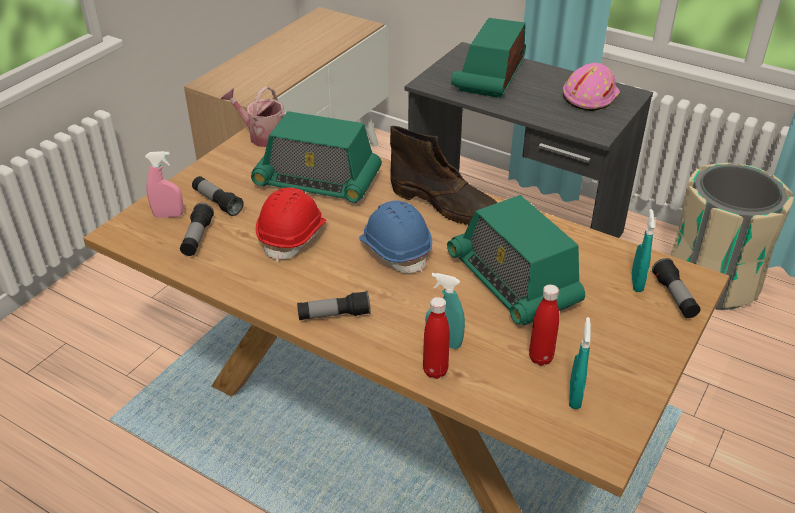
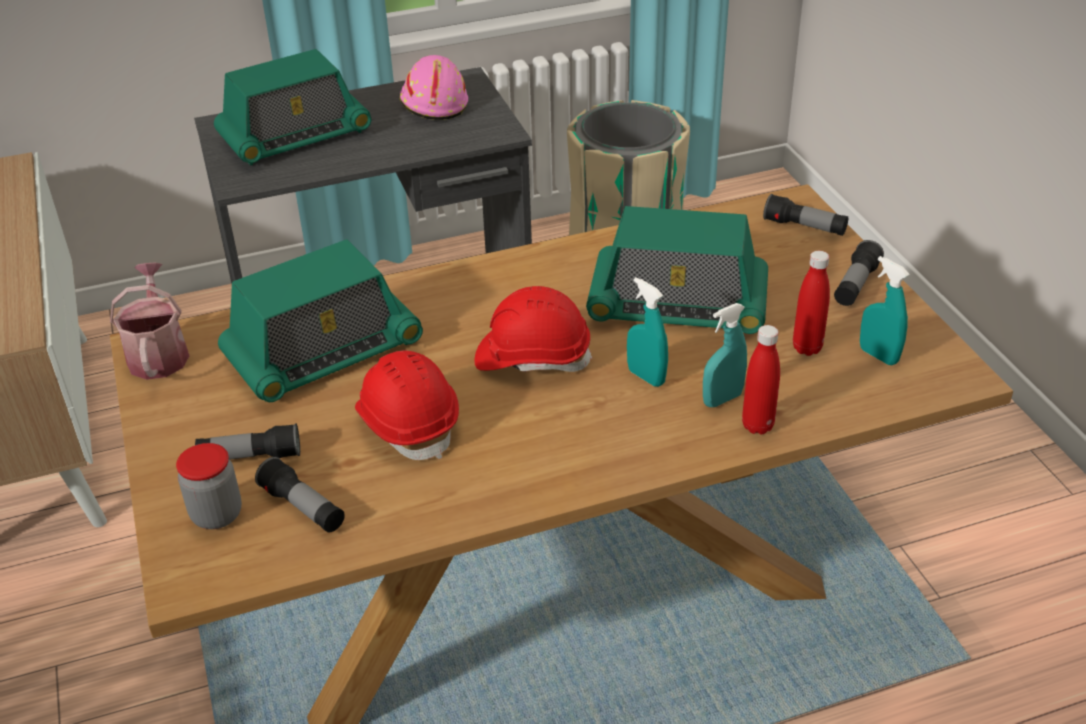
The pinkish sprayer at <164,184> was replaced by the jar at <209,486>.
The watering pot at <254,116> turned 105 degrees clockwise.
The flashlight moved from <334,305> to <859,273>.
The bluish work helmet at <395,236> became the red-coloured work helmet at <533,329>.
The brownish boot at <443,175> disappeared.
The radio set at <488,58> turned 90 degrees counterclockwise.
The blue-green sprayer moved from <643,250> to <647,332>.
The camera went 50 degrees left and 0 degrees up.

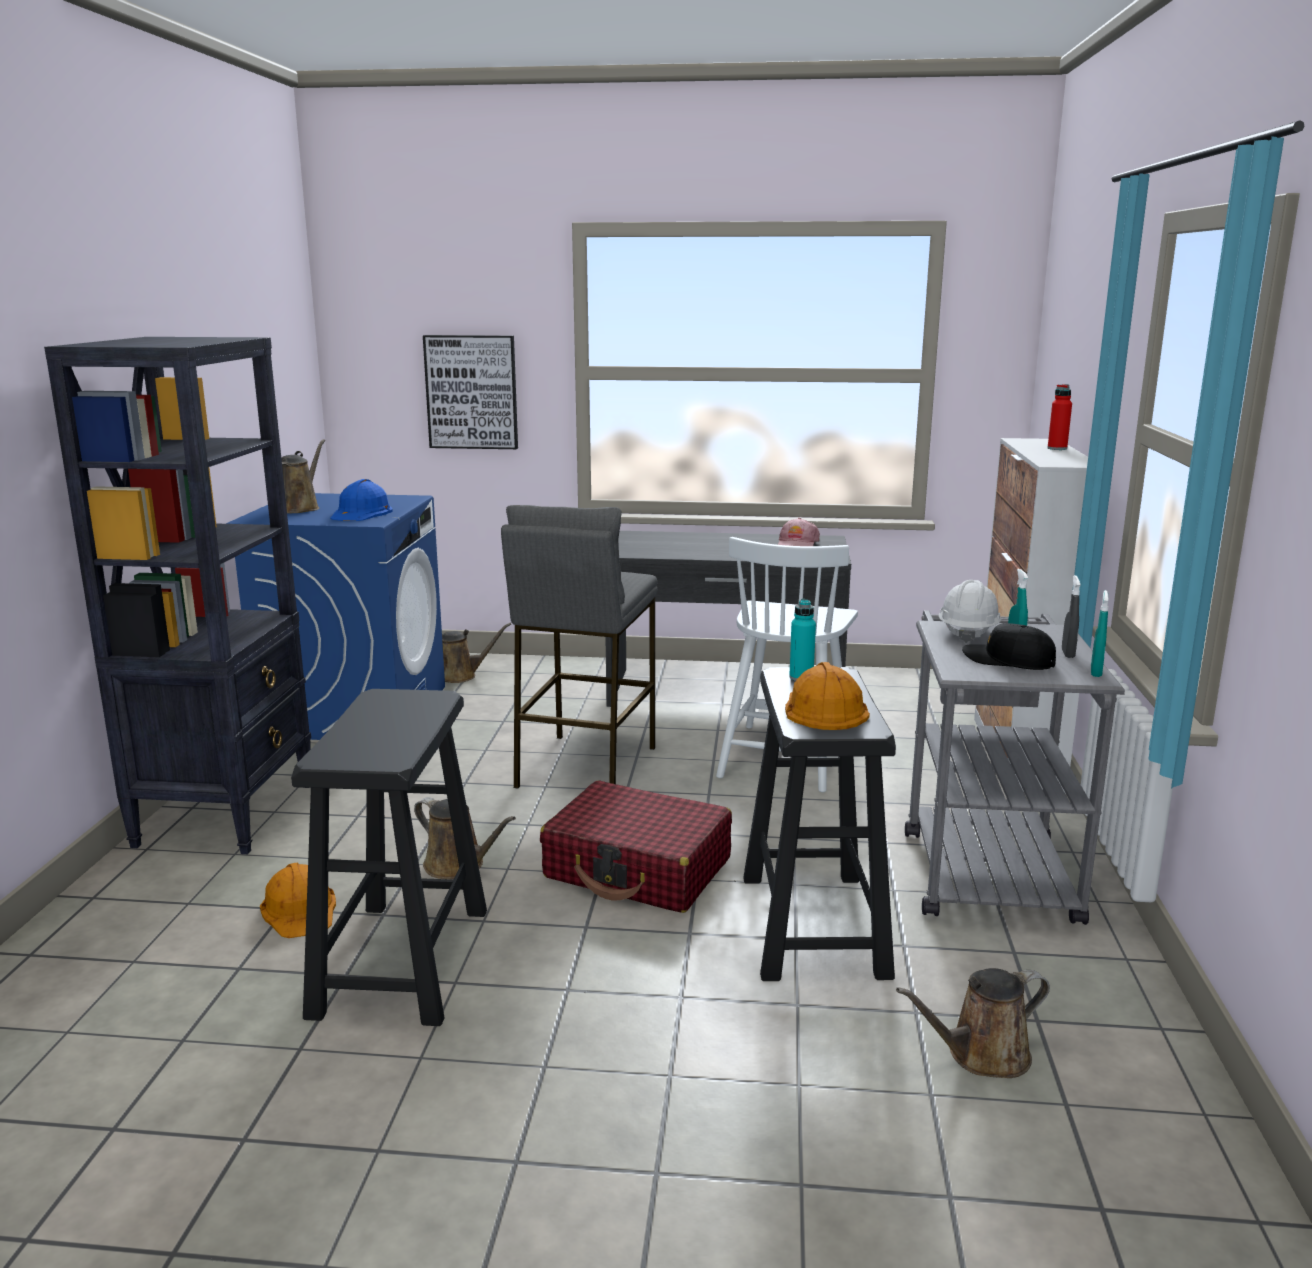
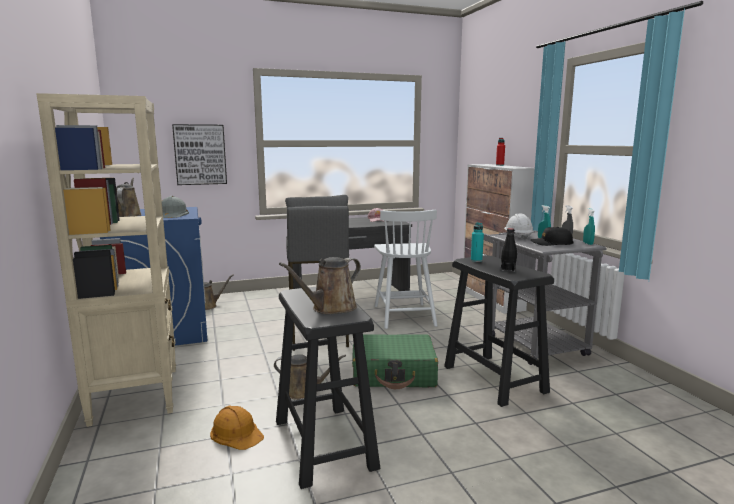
The black-coloured shelving unit at <177,595> became the sand-coloured shelving unit at <106,260>.
The bluish work helmet at <361,500> became the grey work helmet at <175,207>.
The red-coloured piece of luggage at <636,847> became the greenish piece of luggage at <395,361>.
The orangey work helmet at <827,696> was replaced by the black-coloured drink bottle at <509,250>.
The brownish watering pot moved from <973,1023> to <320,285>.
The camera went 25 degrees left and 5 degrees down.

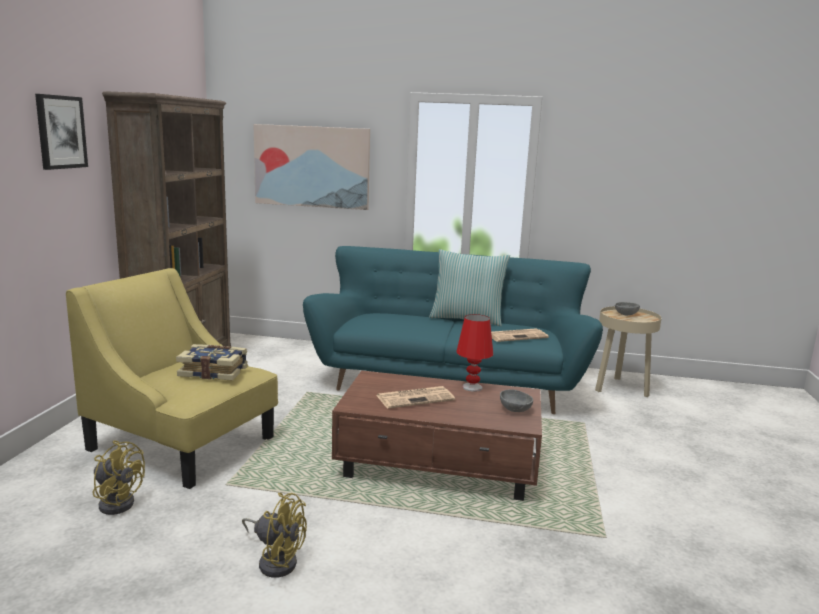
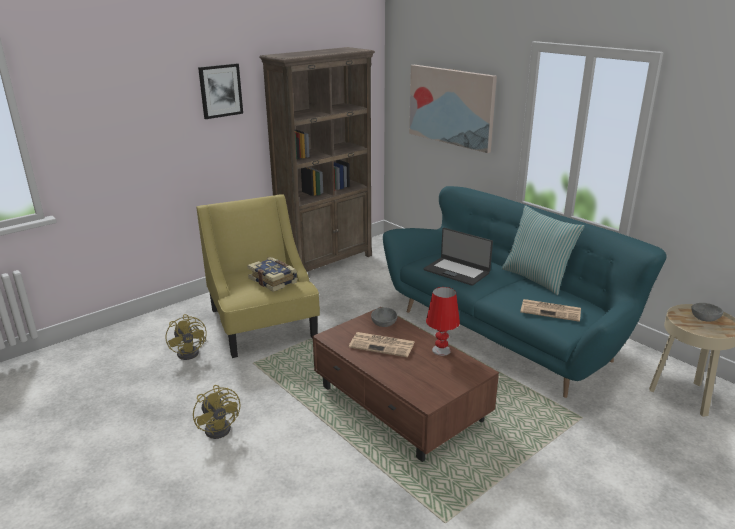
The grey deep dish moved from <516,400> to <384,317>.
The notebook computer at <458,257> appeared.
The camera went 40 degrees right and 10 degrees up.

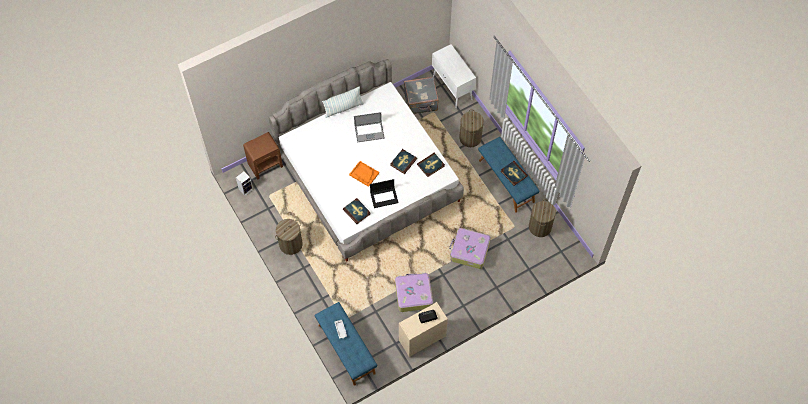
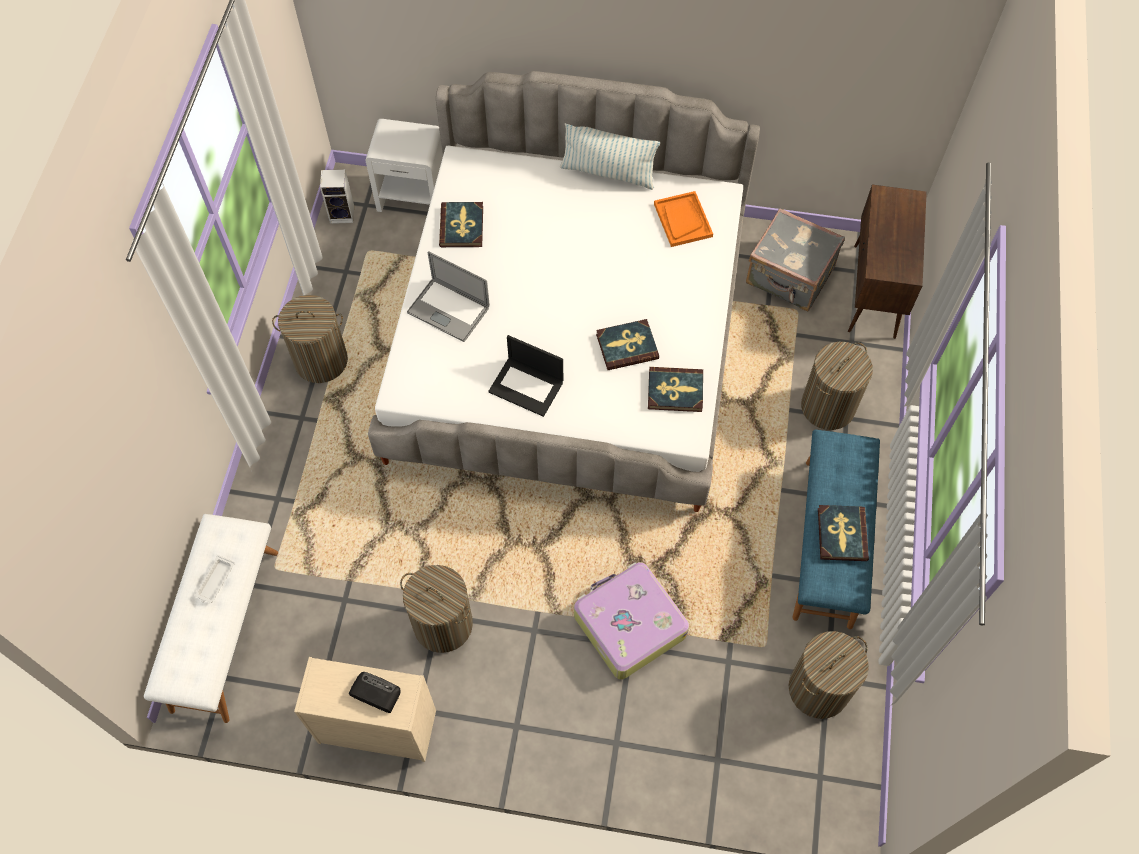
The brownish nightstand at <263,156> became the whitish nightstand at <404,165>.
The bluish long seat at <346,344> became the whitish long seat at <211,618>.
The bound book moved from <357,211> to <461,224>.
The orangey tray moved from <364,174> to <683,219>.
The notebook computer moved from <369,127> to <448,296>.
The piece of luggage at <414,292> was replaced by the washing basket at <436,609>.
The whitish cupboard at <454,76> became the brownish cupboard at <887,262>.
The camera went 40 degrees right and 0 degrees up.

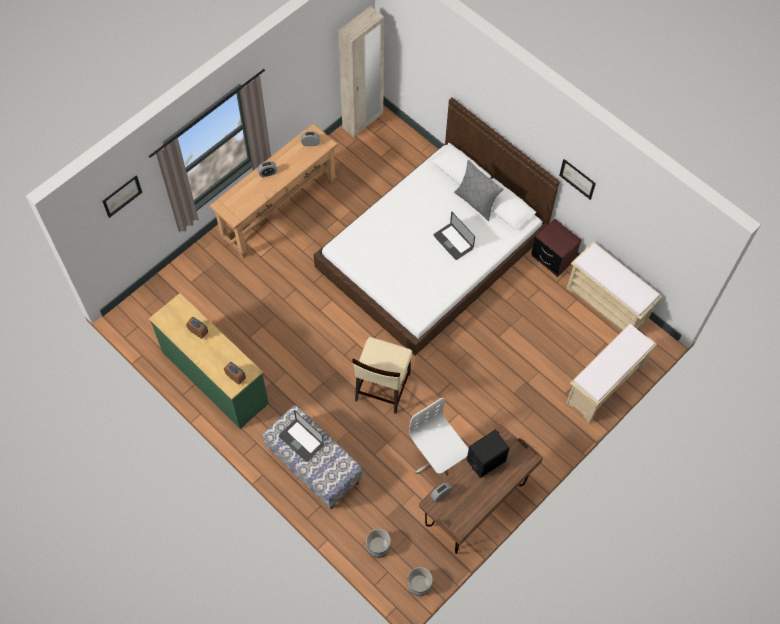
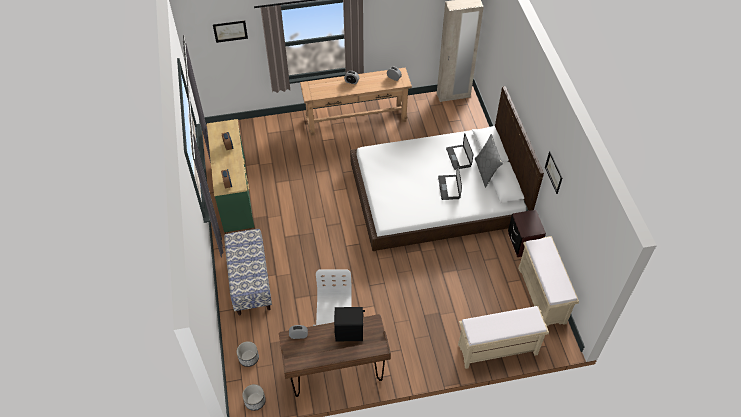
The notebook computer moved from <301,436> to <459,151>.
The sand-coloured plain chair at <382,375> disappeared.
The camera went 35 degrees right and 10 degrees down.

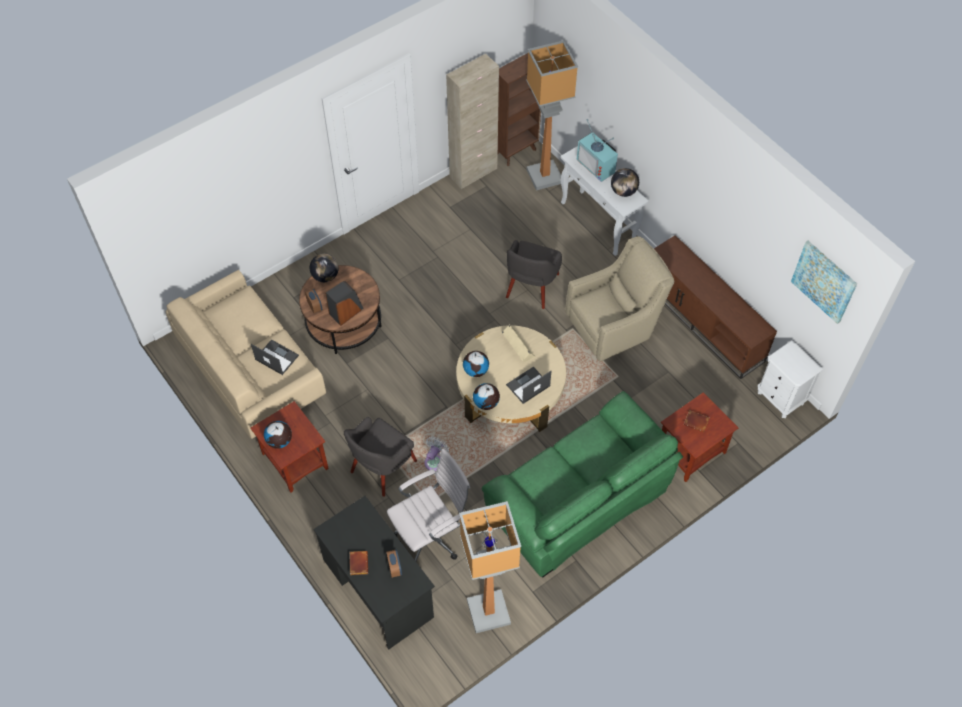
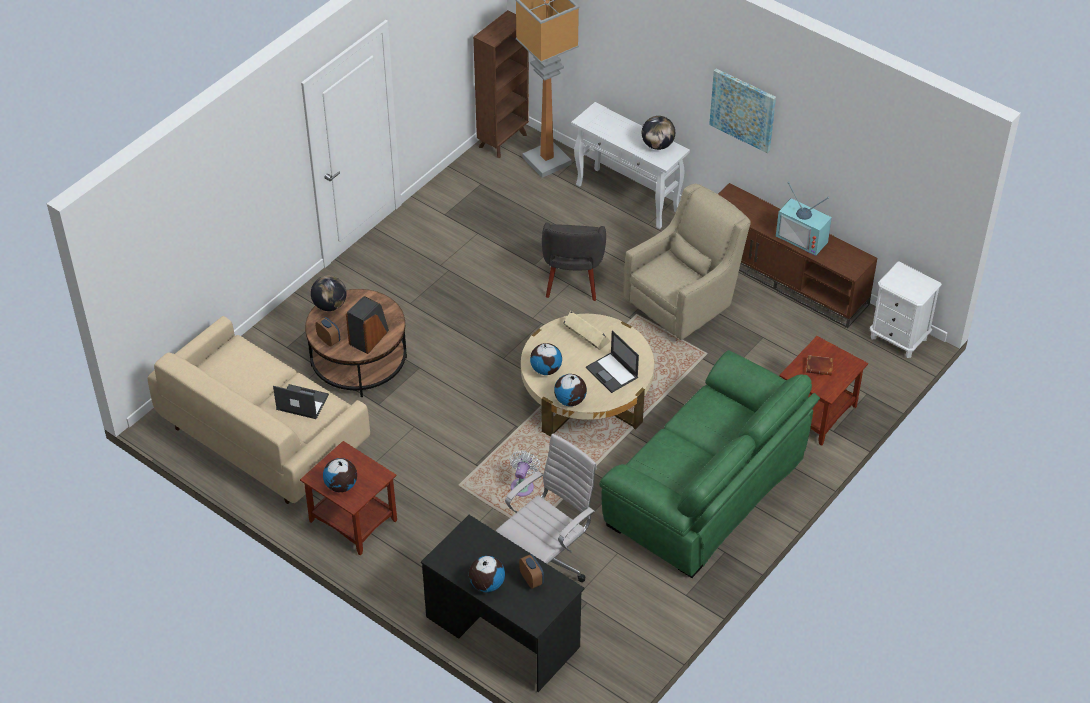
The grey armchair at <380,457> disappeared.
The brownish bound book at <359,563> was replaced by the world globe at <487,574>.
The sand-coloured cupboard at <472,121> disappeared.
The standard lamp at <490,567> disappeared.
The notebook computer at <529,385> turned 75 degrees counterclockwise.
The television moved from <597,150> to <804,219>.
The wall picture moved from <824,282> to <742,110>.
The camera went 15 degrees left and 10 degrees down.

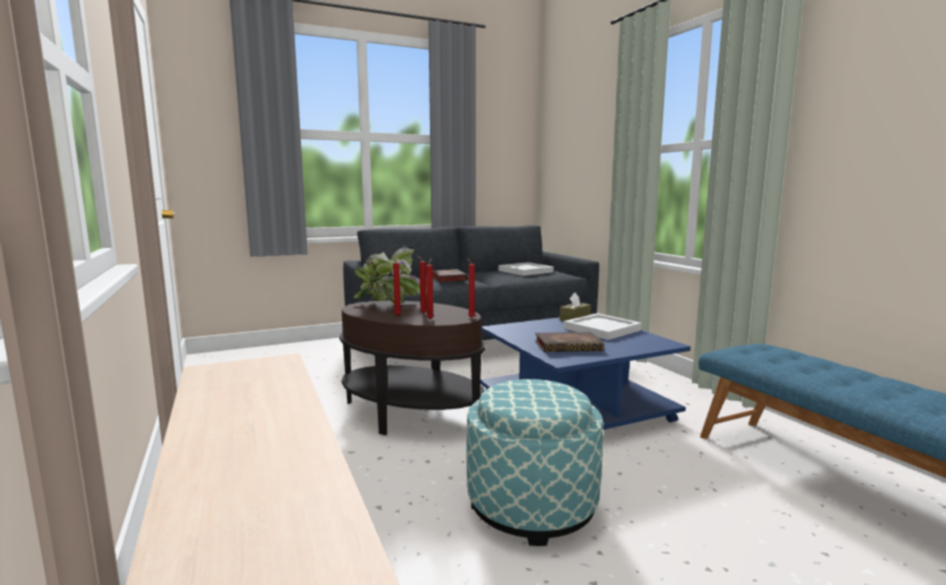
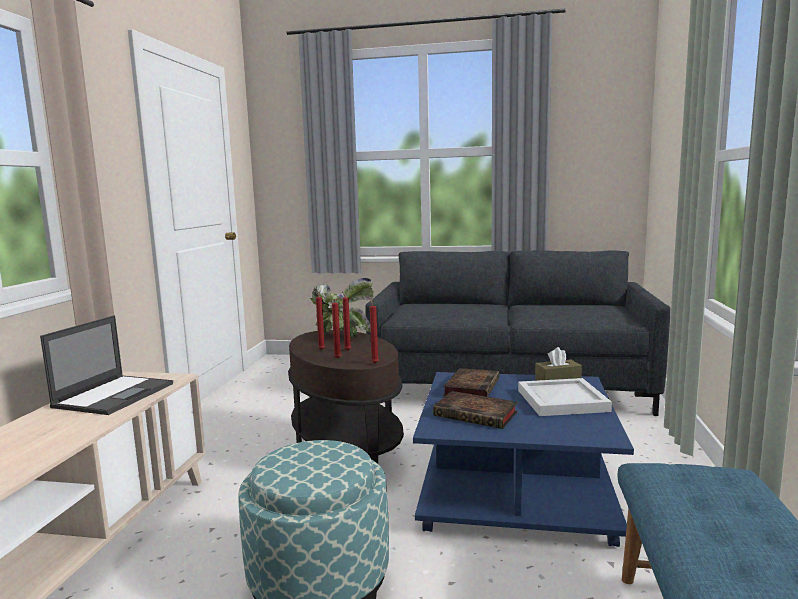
The bound book moved from <450,275> to <471,382>.
The whitish tray at <526,269> disappeared.
The notebook computer at <106,365> appeared.
The camera went 35 degrees right and 0 degrees up.

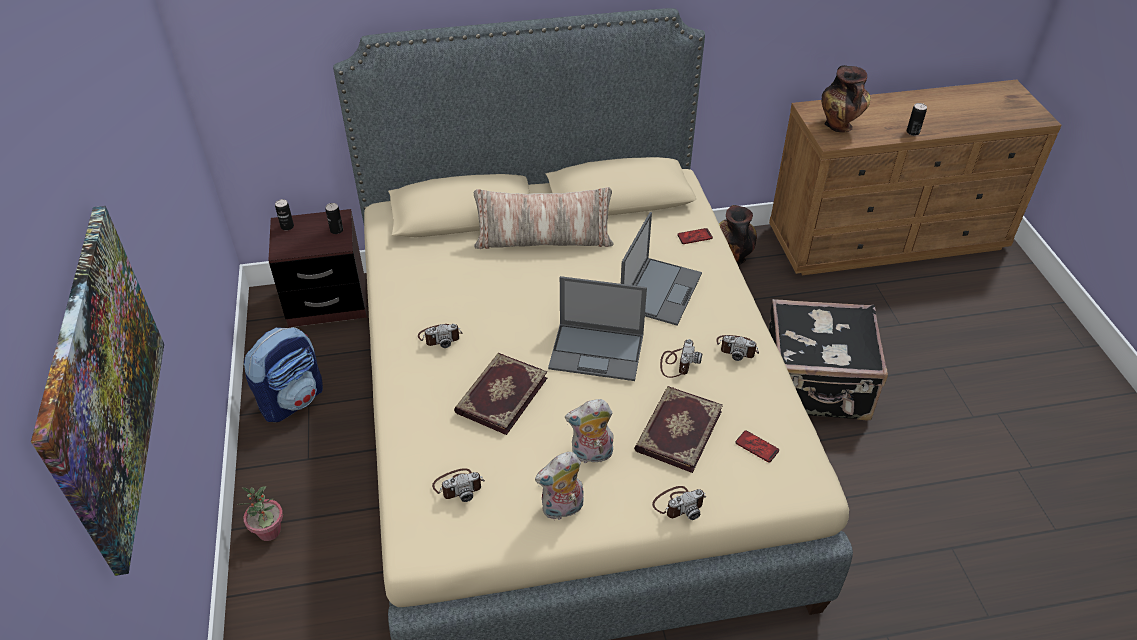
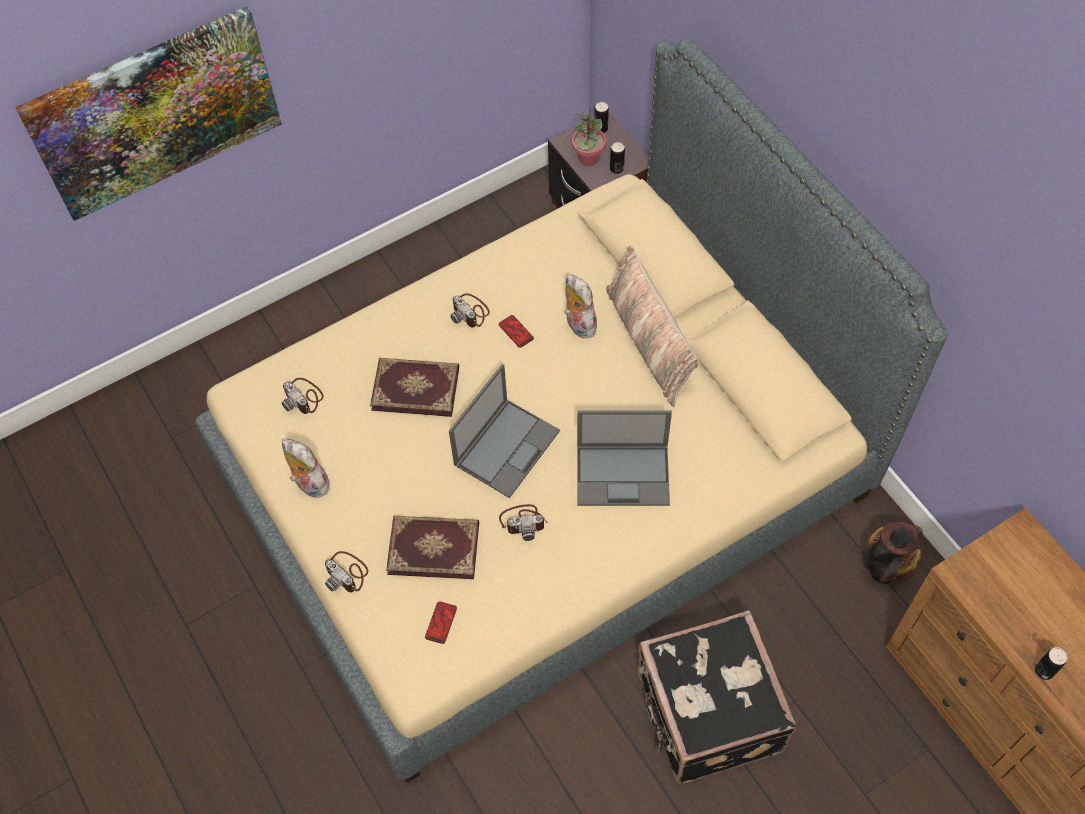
The potted plant moved from <260,513> to <589,136>.
The backpack at <283,374> disappeared.
The notebook computer at <597,328> turned 135 degrees counterclockwise.
The cuddly toy moved from <589,431> to <581,306>.
The handset moved from <695,236> to <516,331>.
The still camera at <737,348> disappeared.
The decorative vase at <846,98> disappeared.
The camera went 70 degrees right and 15 degrees up.

